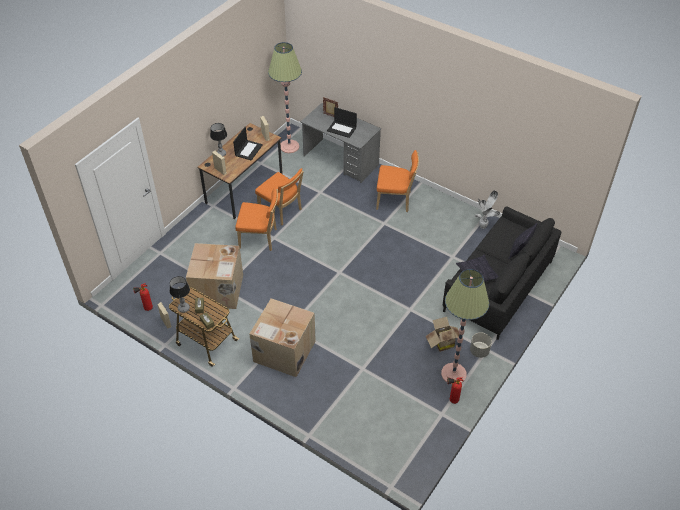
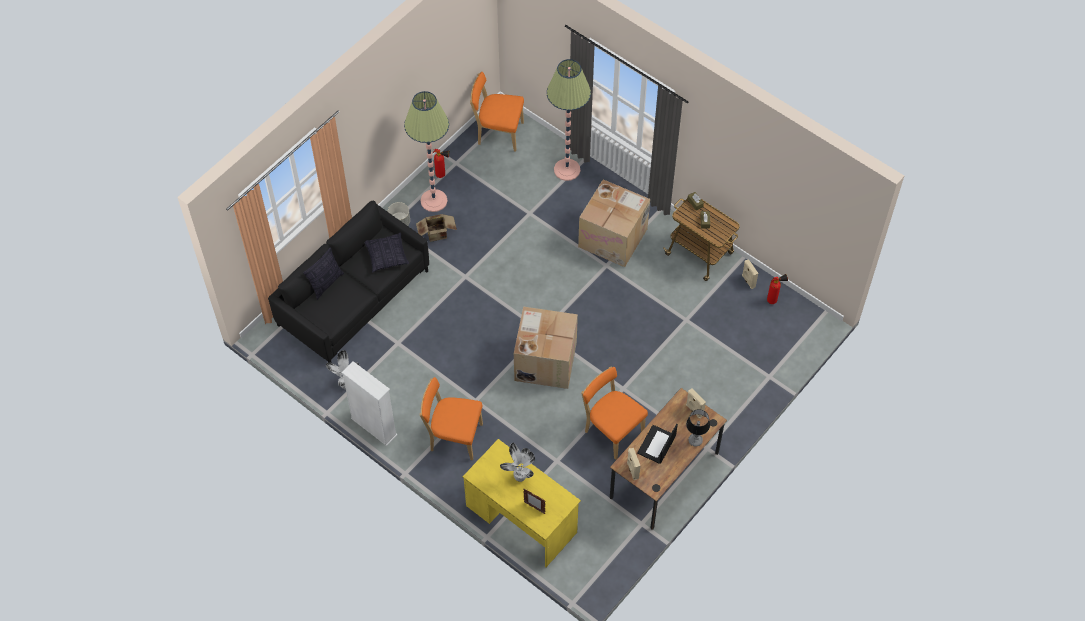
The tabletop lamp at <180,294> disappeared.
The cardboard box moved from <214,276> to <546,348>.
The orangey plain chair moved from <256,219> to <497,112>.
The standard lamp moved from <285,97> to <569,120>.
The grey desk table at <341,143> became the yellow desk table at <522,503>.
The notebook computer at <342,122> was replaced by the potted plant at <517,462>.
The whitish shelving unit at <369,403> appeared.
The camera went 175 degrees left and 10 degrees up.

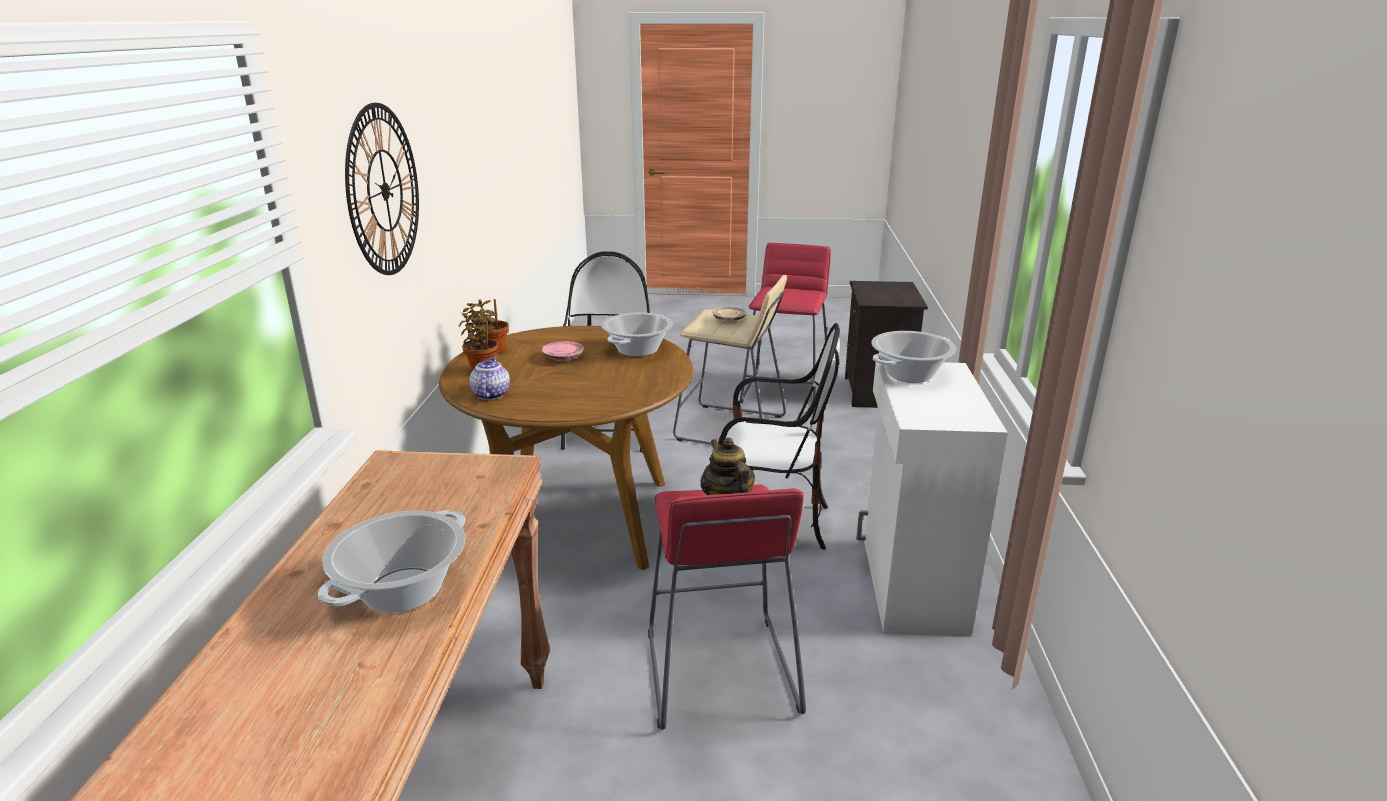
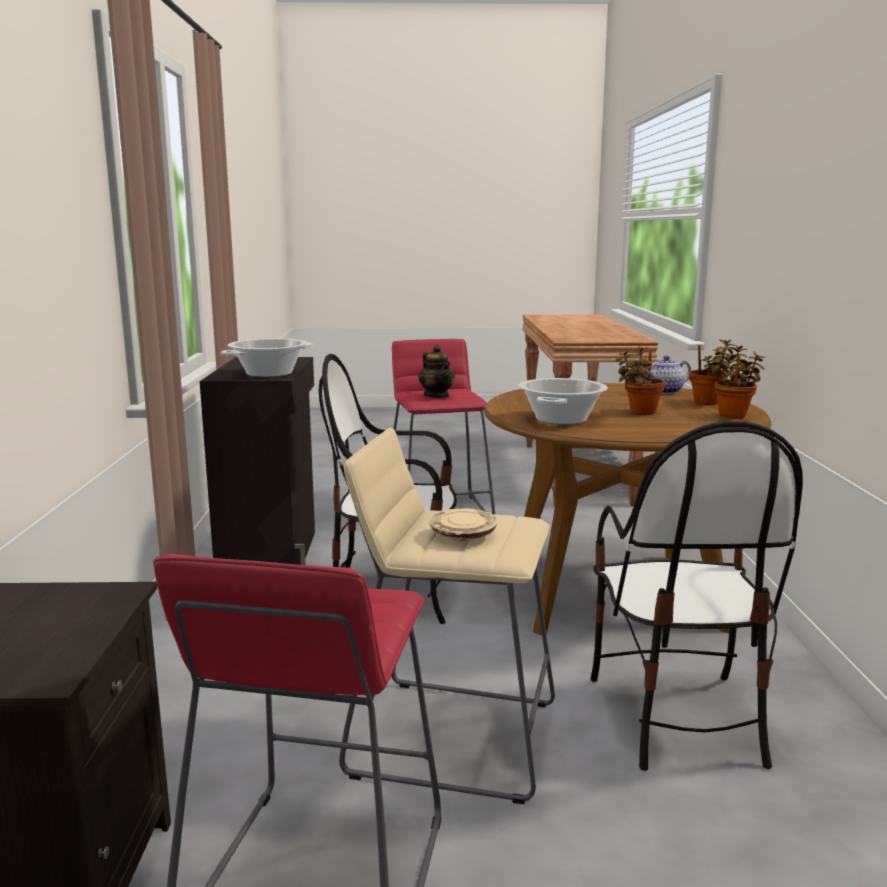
The cooking pot at <391,561> disappeared.
The clock on the wall at <382,189> disappeared.
The tea pot at <489,378> turned 75 degrees clockwise.
The pinkish flat dish at <563,351> was replaced by the potted plant at <640,380>.
The whitish cupboard at <932,499> became the black-coloured cupboard at <257,461>.
The camera went 175 degrees right and 10 degrees down.

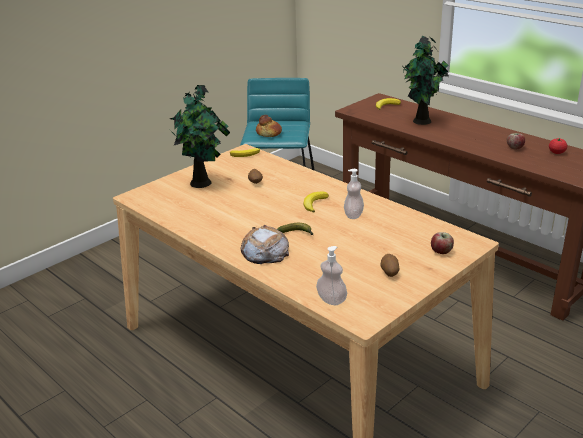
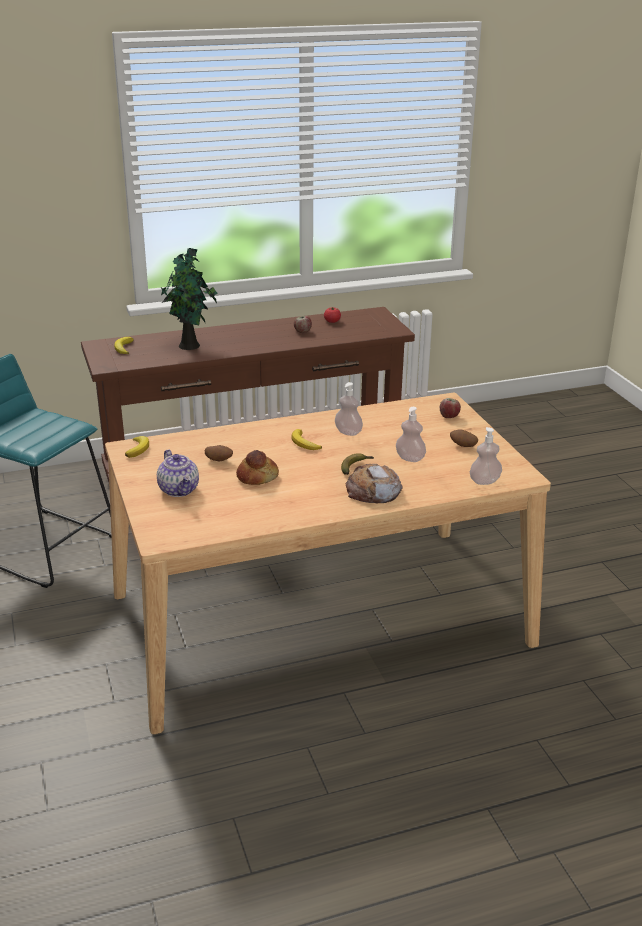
The potted plant at <200,136> was replaced by the tea pot at <178,473>.
The bread moved from <269,126> to <257,467>.
The liquid soap bottle at <411,434> appeared.
The camera went 65 degrees left and 0 degrees up.

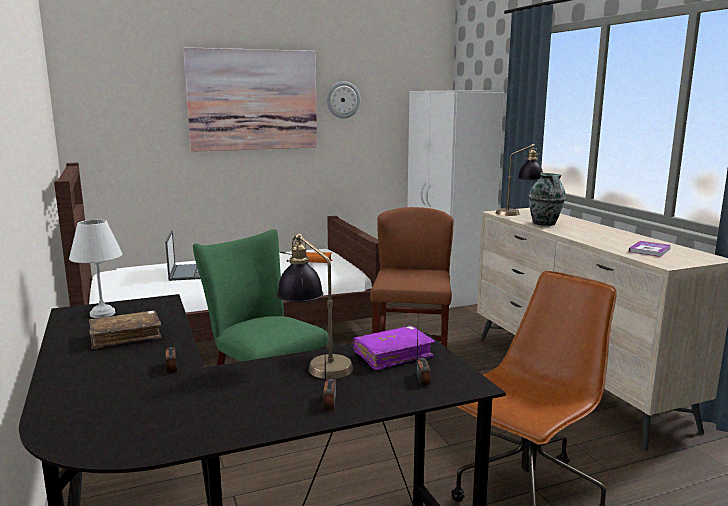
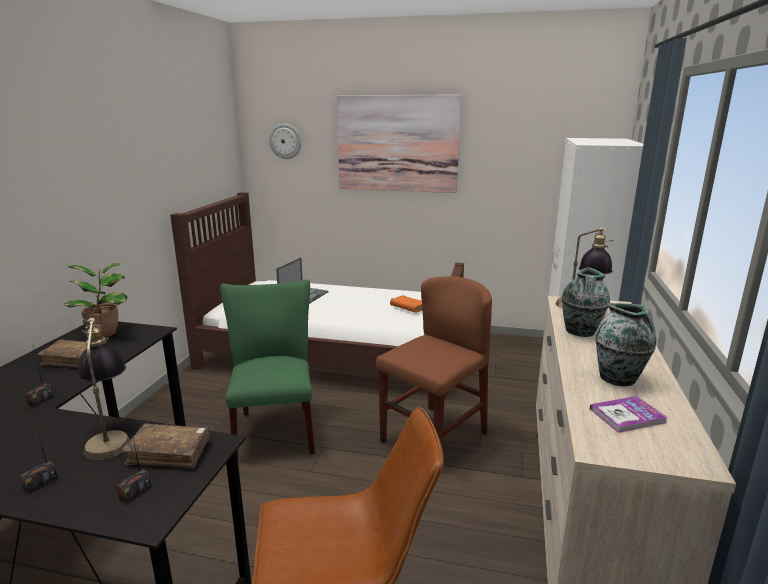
The whitish tabletop lamp at <95,268> was replaced by the potted plant at <96,300>.
The clock on the wall moved from <343,100> to <285,141>.
The purplish bound book at <394,348> became the brownish bound book at <166,446>.
The decorative vase at <625,344> appeared.
The camera went 35 degrees right and 5 degrees up.

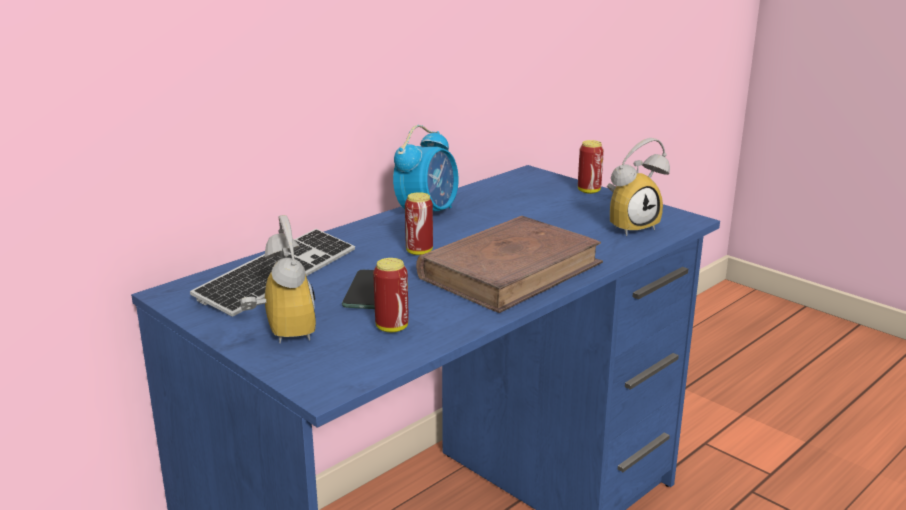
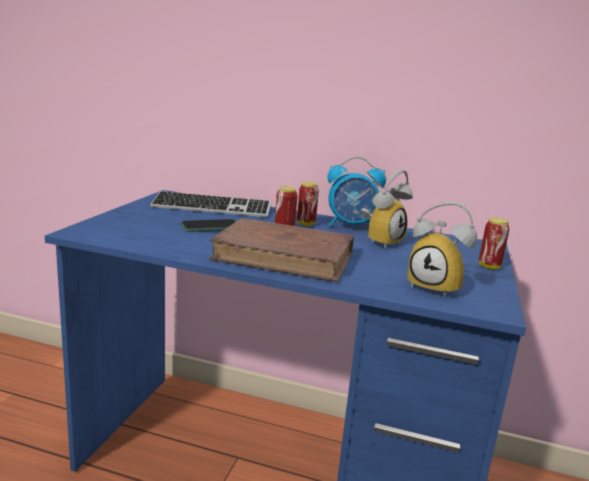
The table clock moved from <278,279> to <387,209>.
The can moved from <390,295> to <308,204>.
The camera went 60 degrees right and 5 degrees down.

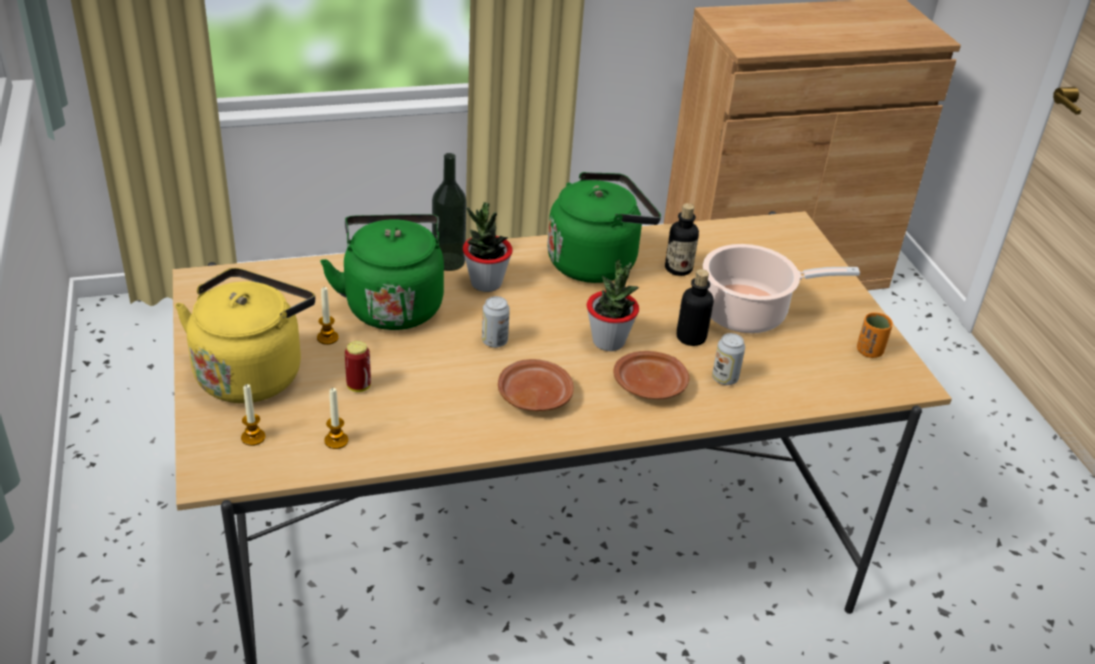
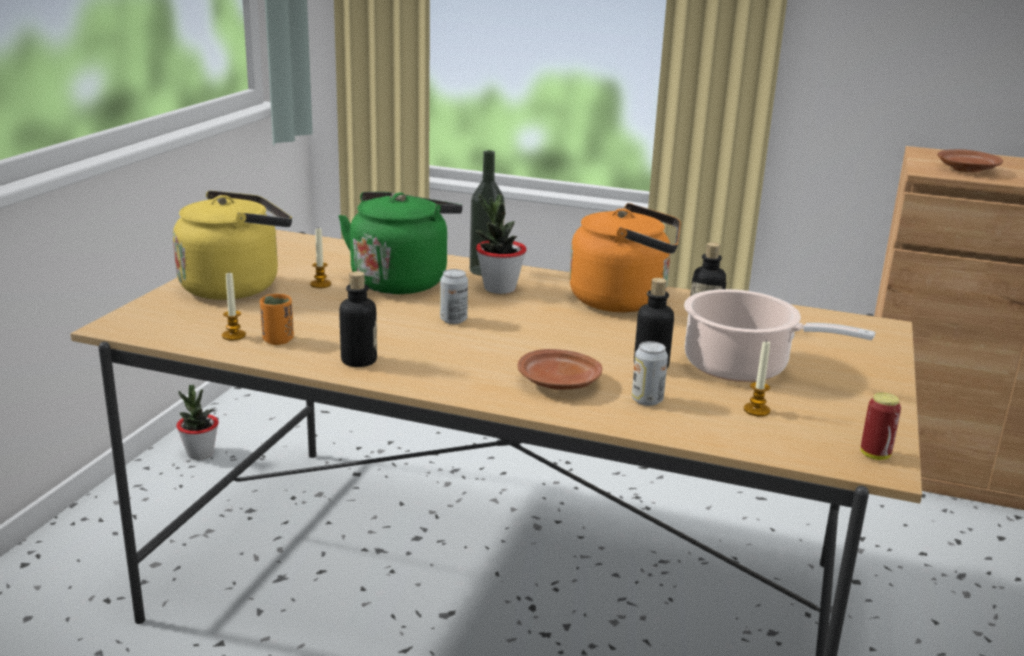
The candle moved from <253,415> to <757,378>.
The can moved from <358,366> to <881,426>.
The brownish flat dish moved from <536,385> to <970,160>.
The greenish tea kettle at <604,227> became the orangey tea kettle at <625,258>.
The potted plant moved from <613,305> to <197,422>.
The orangey small cup moved from <875,335> to <277,319>.
The drink bottle at <358,319> appeared.
The camera went 35 degrees right and 15 degrees down.

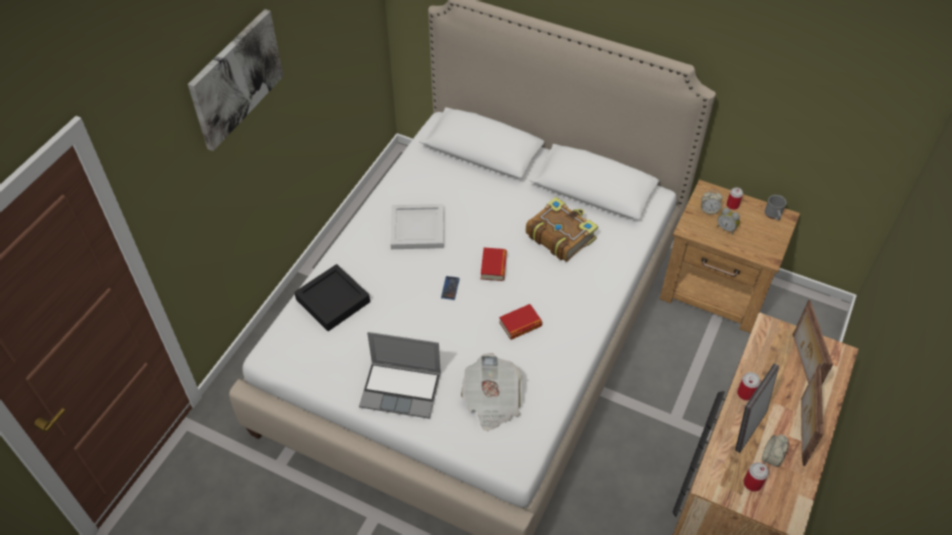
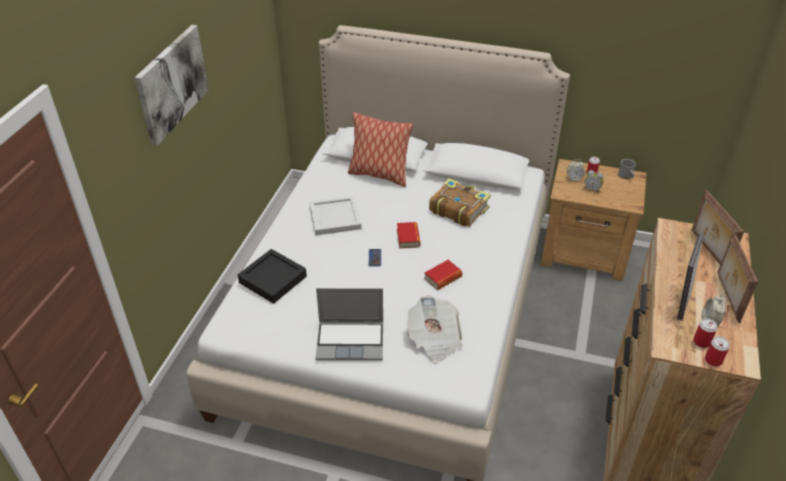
The can moved from <748,386> to <717,351>.
The throw pillow at <380,149> appeared.
The camera went 10 degrees left and 10 degrees down.

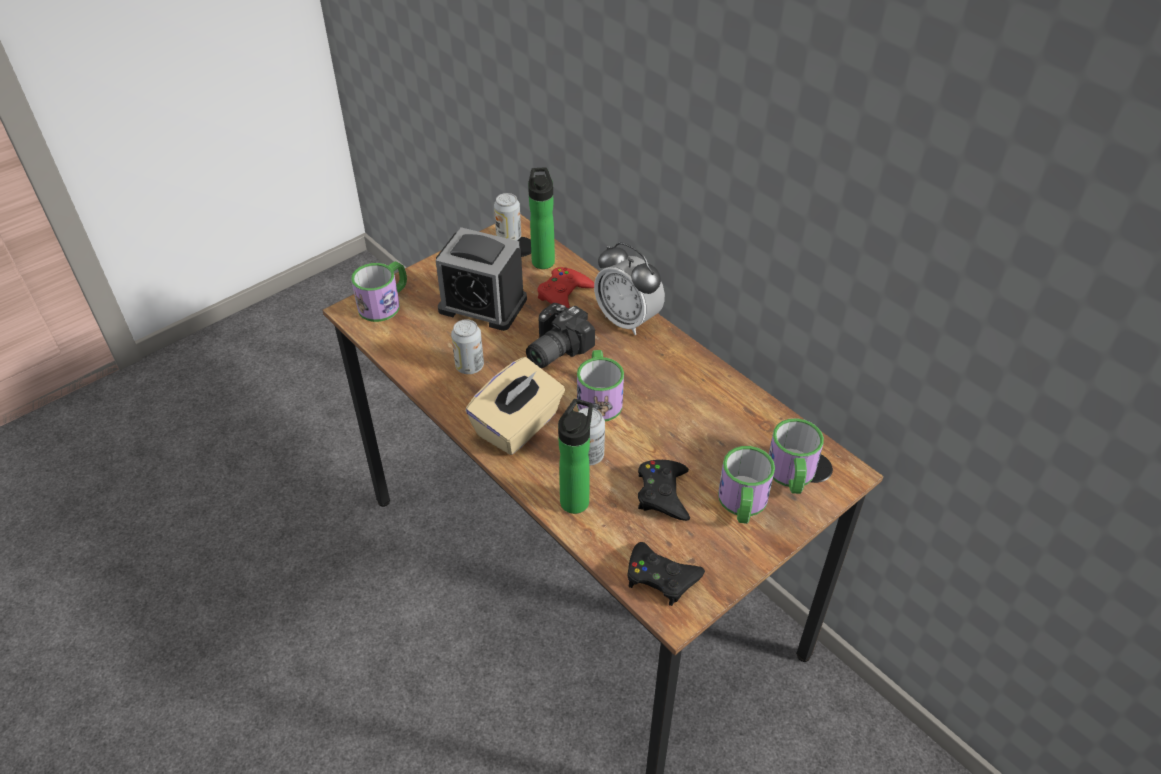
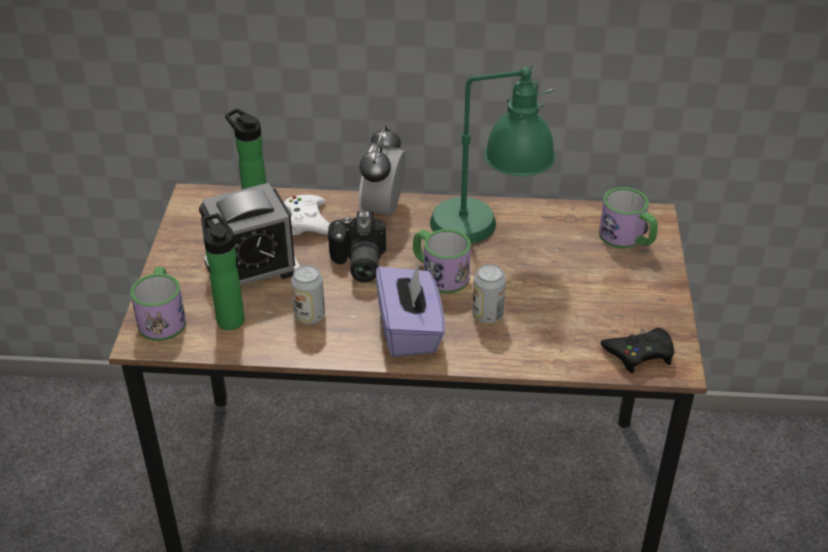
The sand-coloured tissue holder at <515,406> became the purplish tissue holder at <410,311>.
The can at <507,217> disappeared.
The red-coloured game controller at <565,287> became the whitish game controller at <307,215>.
The drink bottle moved from <575,456> to <223,271>.
The table clock at <629,288> turned 105 degrees clockwise.
The black-coloured game controller at <664,490> disappeared.
The mug at <746,485> disappeared.
The greenish tabletop lamp at <492,154> appeared.
The camera went 45 degrees left and 5 degrees down.

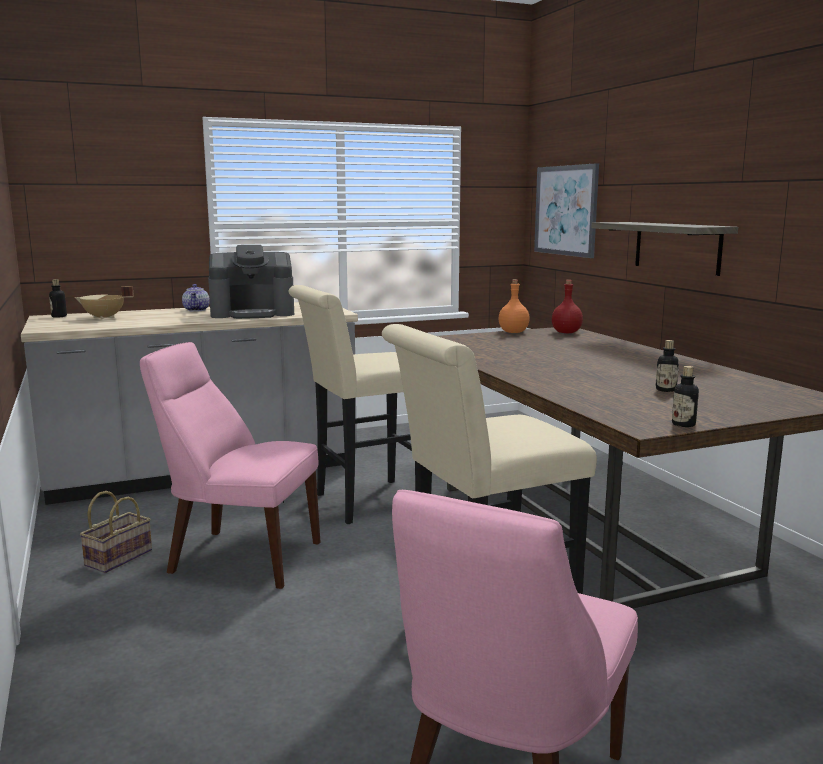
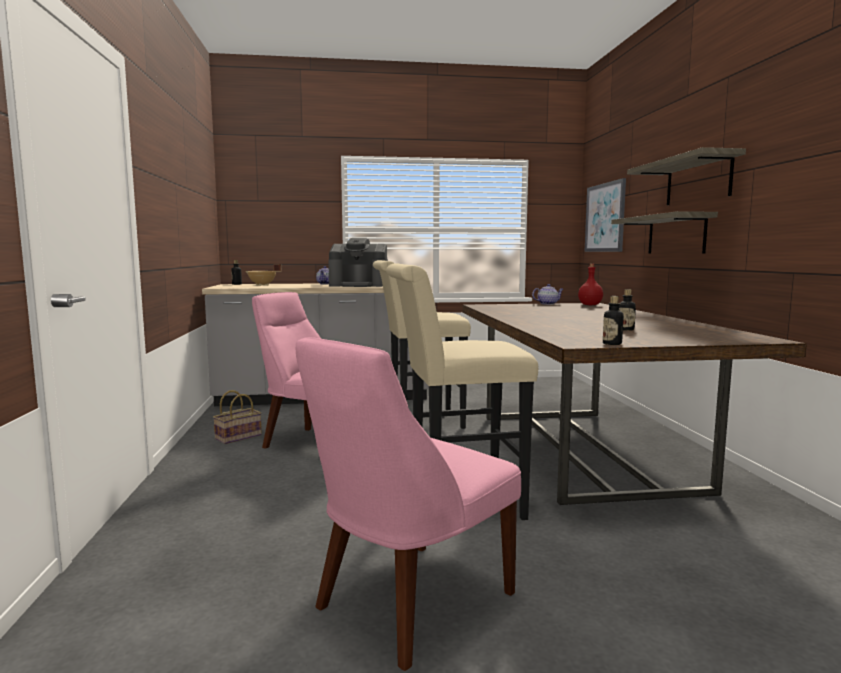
The orangey drink bottle at <514,306> was replaced by the tea pot at <547,294>.
The wall shelf at <686,176> appeared.
The camera went 15 degrees right and 5 degrees down.

